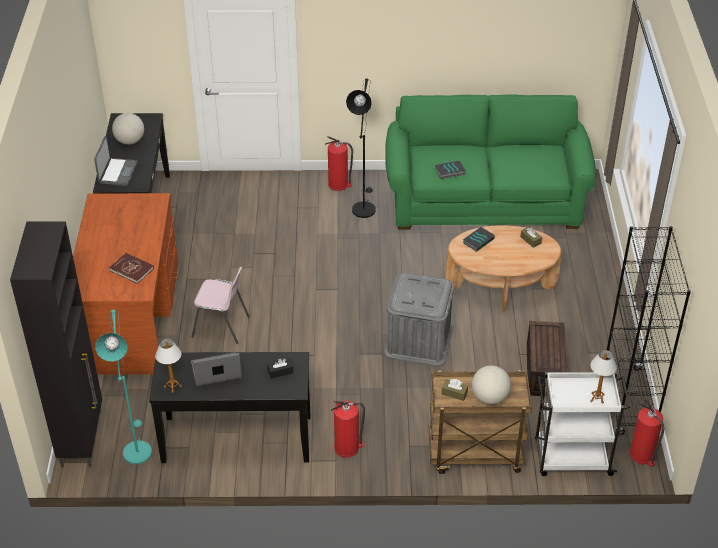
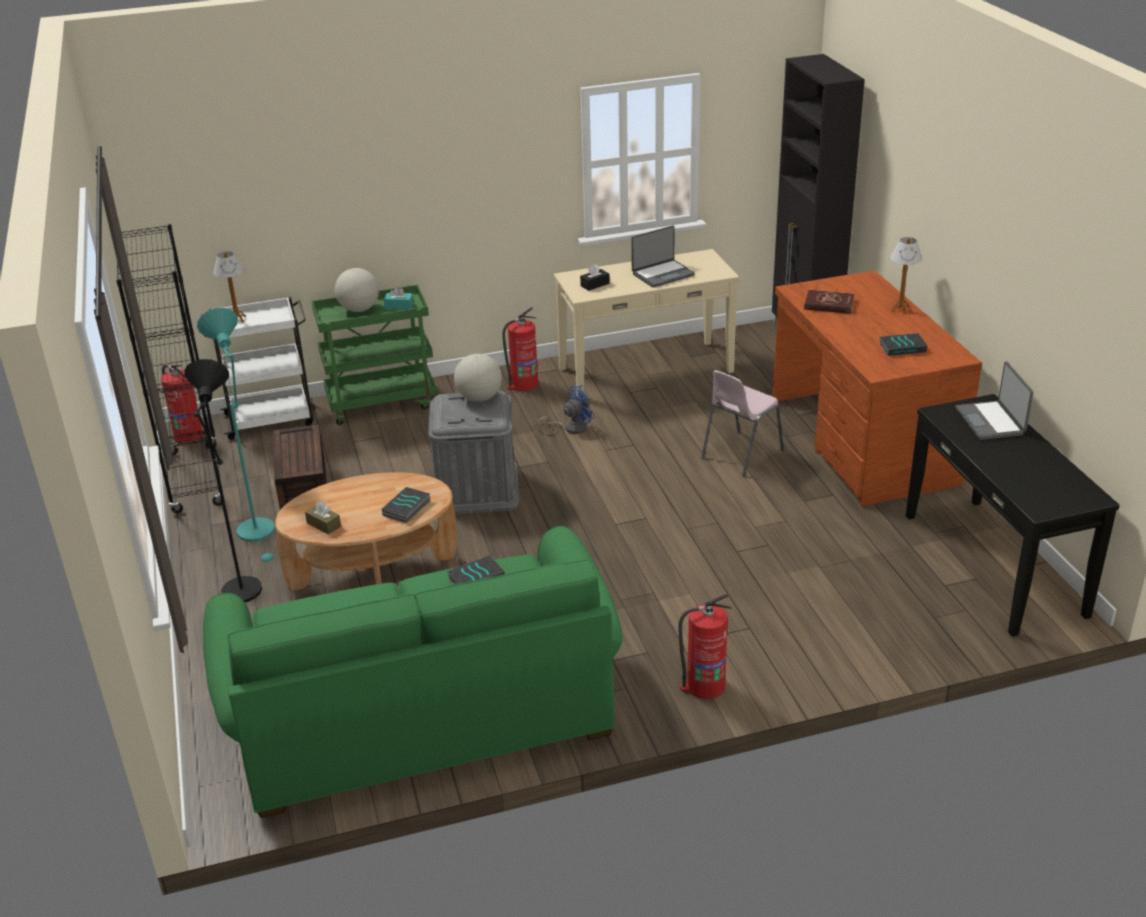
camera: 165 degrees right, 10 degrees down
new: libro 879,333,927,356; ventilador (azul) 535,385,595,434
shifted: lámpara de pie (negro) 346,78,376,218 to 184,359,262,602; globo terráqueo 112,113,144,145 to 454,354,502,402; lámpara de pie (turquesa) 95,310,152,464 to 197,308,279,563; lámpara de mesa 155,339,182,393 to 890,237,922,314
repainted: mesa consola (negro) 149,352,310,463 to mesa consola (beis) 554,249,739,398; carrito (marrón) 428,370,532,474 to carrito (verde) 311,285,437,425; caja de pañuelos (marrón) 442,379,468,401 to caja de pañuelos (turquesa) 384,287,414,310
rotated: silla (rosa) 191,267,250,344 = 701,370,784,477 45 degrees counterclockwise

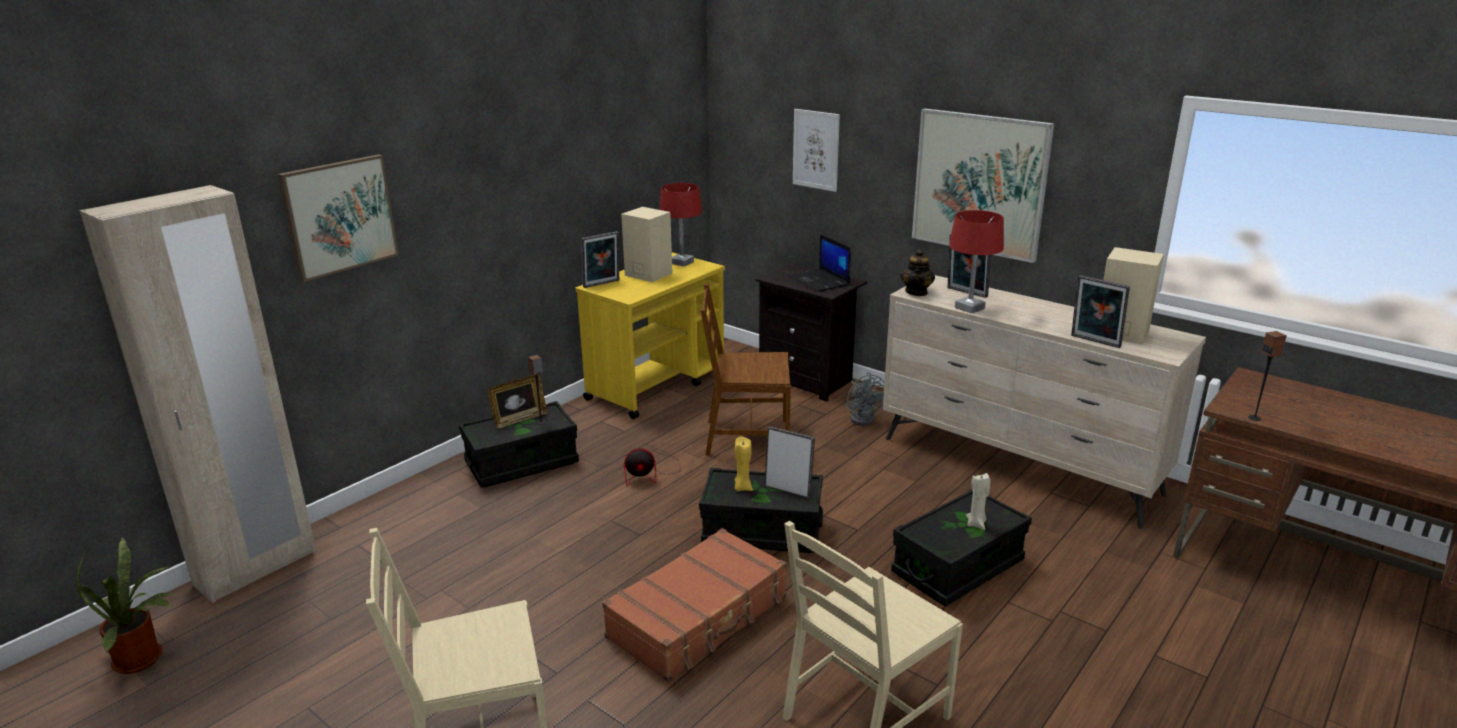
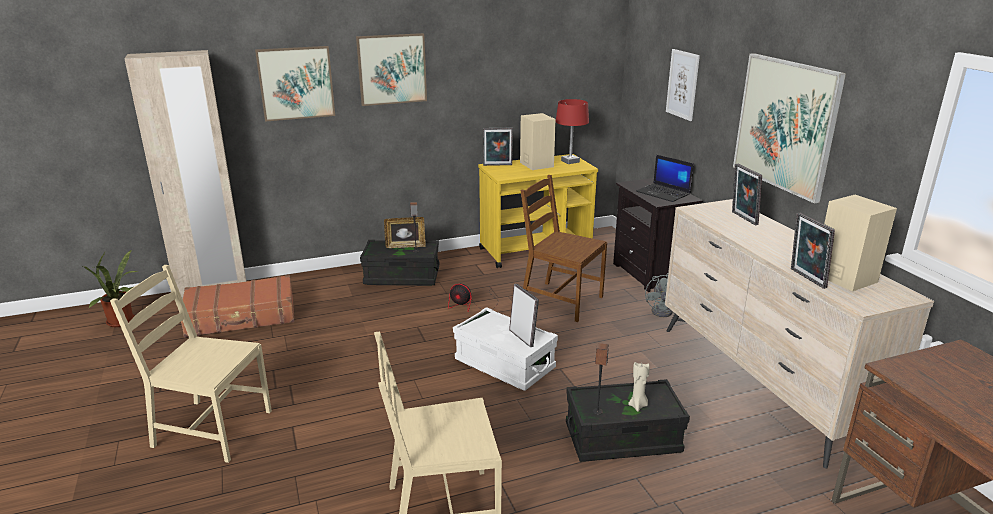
camera: 30 degrees right, 0 degrees up
gone: lámpara de mesa (rojo) 949,210,1004,314; tetera 901,249,935,296; vela (amarillo) 735,437,753,491
new: cuadro 356,33,427,106
shifted: altavoz 1248,331,1287,421 to 593,343,609,415; maleta (marrón) 602,528,786,682 to 181,275,295,337
repainted: caja de almacenaje (negro) 699,468,823,553 to caja de almacenaje (blanco) 453,307,558,391
rotated: portátil 789,234,851,292 = 636,155,694,202 45 degrees counterclockwise

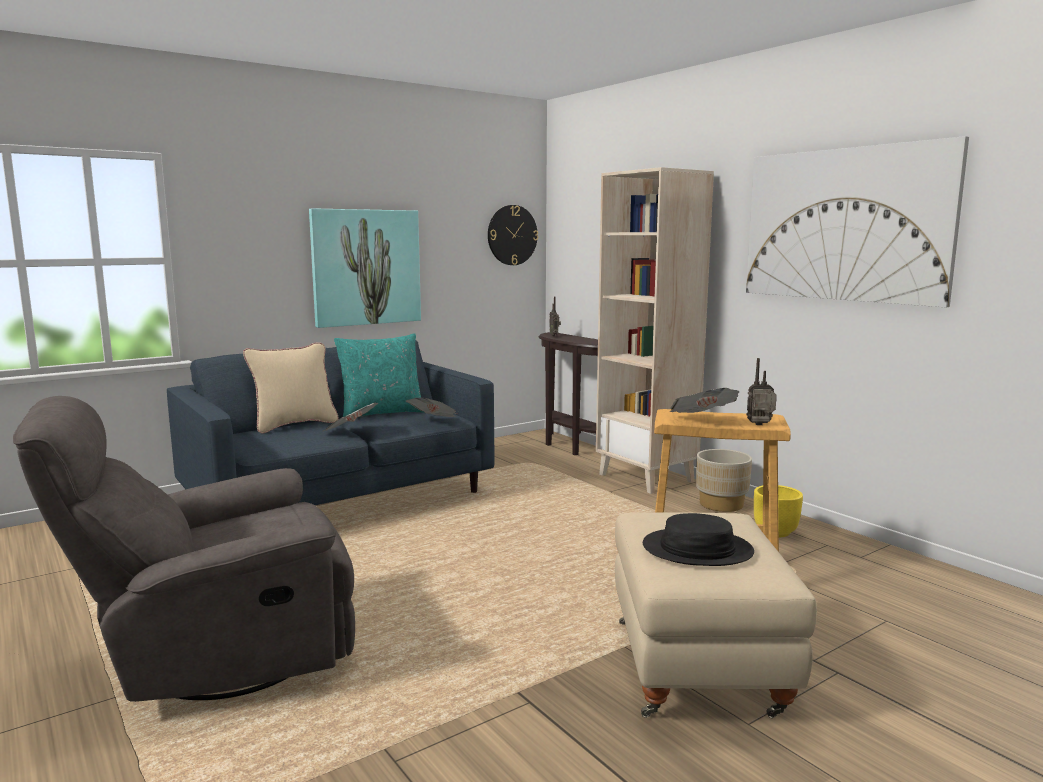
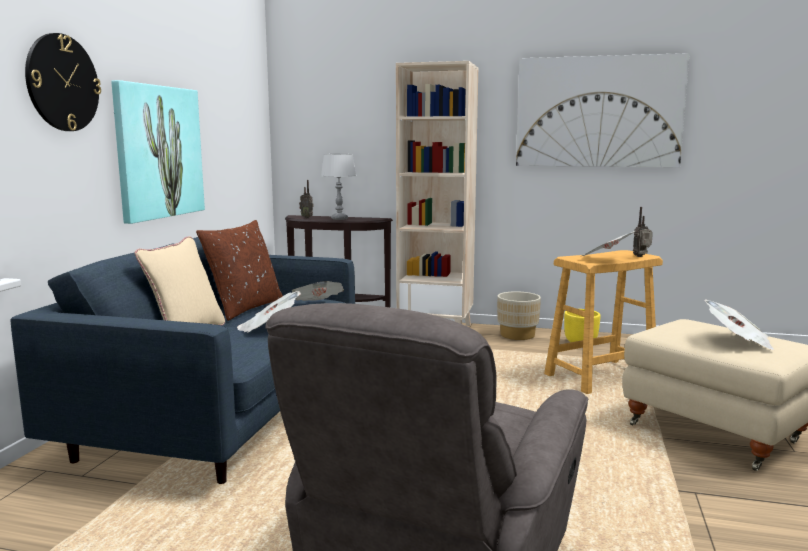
camera: 40 degrees left, 0 degrees up
new: lámpara de mesa (gris) 321,154,357,220
shifted: reloj de pared 488,205,538,265 to 25,33,101,131
swapped: sombrero (negro) 643,513,754,566 to periódico 704,299,774,350
repainted: cojín (turquesa) 334,333,425,417 to cojín (marrón) 196,220,283,321

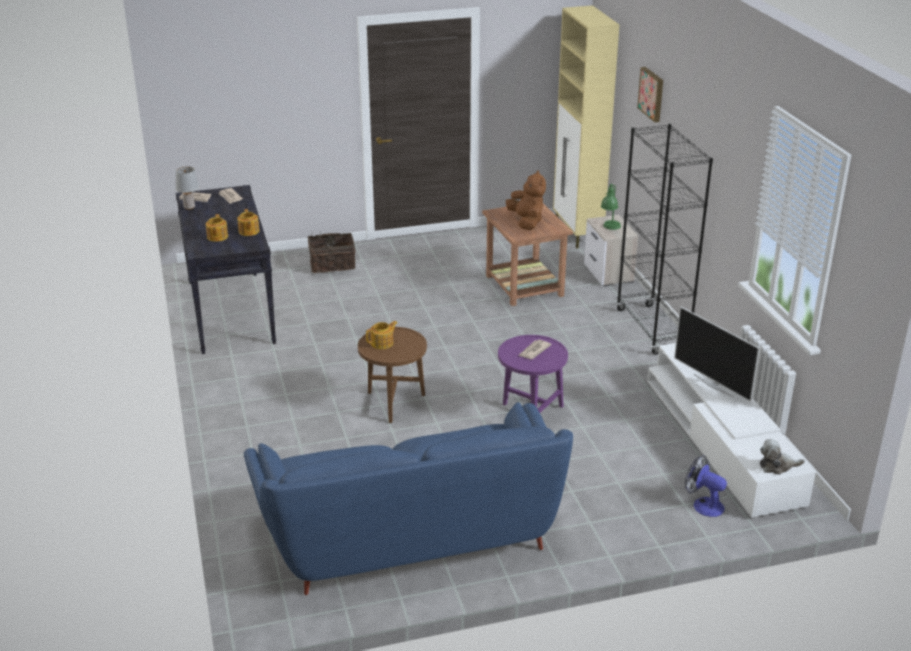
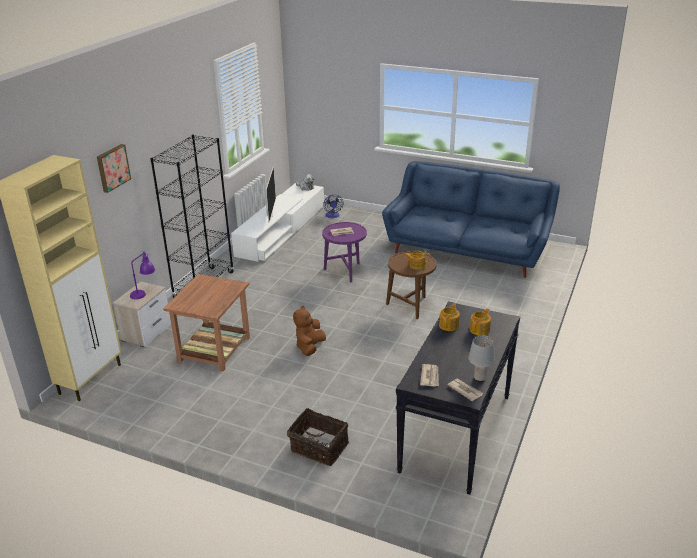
camera: 140 degrees left, 0 degrees up
shifted: peluche (marrón) 506,170,546,230 to 293,306,326,356
repainted: lámpara de mesa (verde) 601,184,621,230 to lámpara de mesa (morado) 130,252,155,299

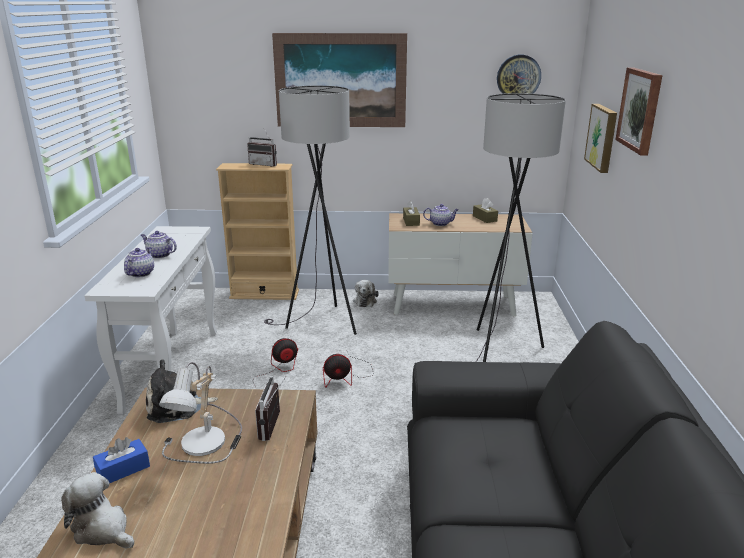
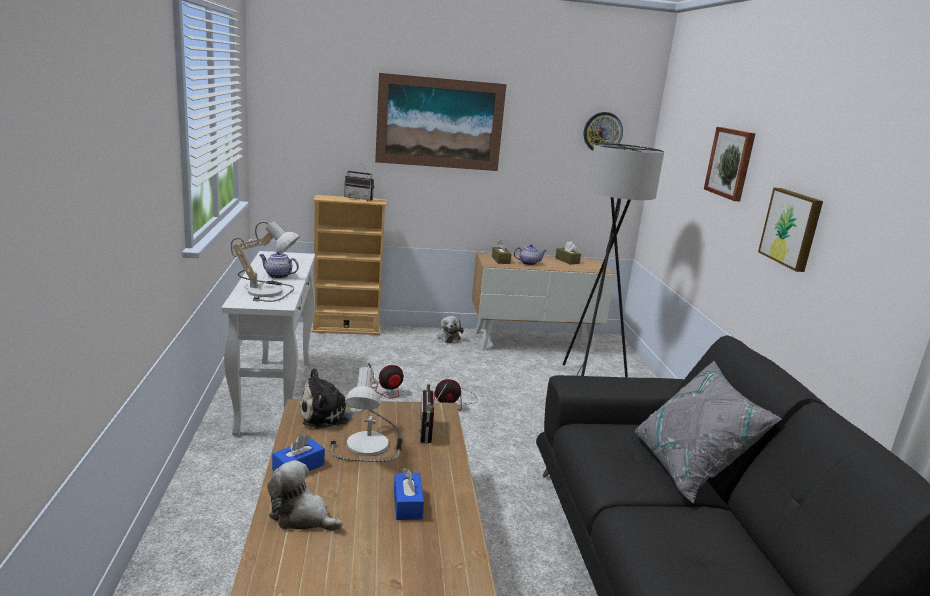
camera: 10 degrees left, 5 degrees down
gone: lámpara de pie (gris) 264,86,357,335
new: cojín (gris) 635,361,782,503; caja de pañuelos (azul) 394,468,424,520
shifted: cuadro 584,104,617,173 to 758,188,823,272
swapped: tetera 124,247,154,277 to lámpara de mesa 231,221,300,302

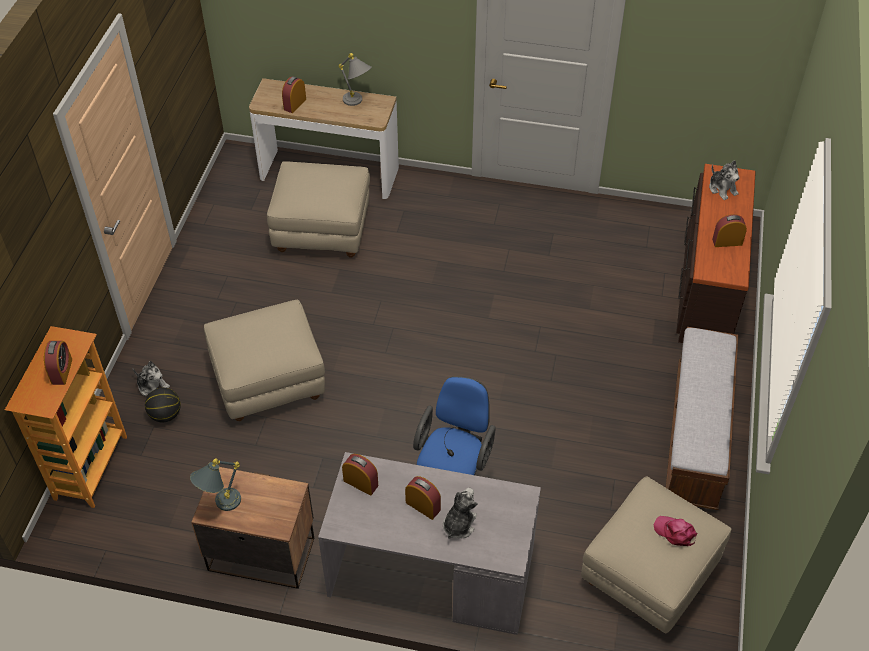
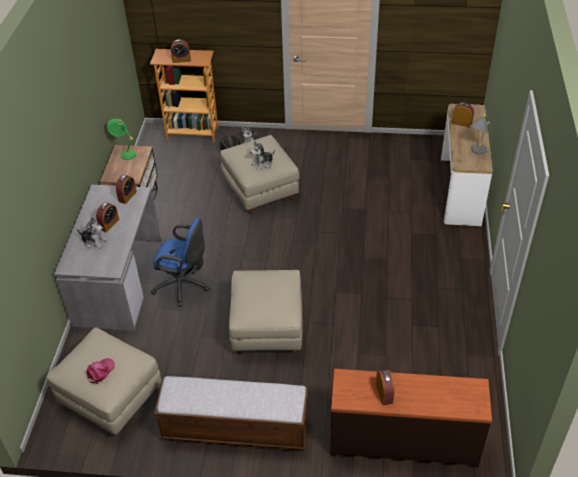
camera: 85 degrees right, 5 degrees down
shifted: peluche 709,160,740,200 to 250,141,275,171; puf (beis) 267,161,370,258 to 229,270,302,354
repainted: lámpara de mesa (gris) 190,458,241,511 to lámpara de mesa (verde) 107,119,136,160

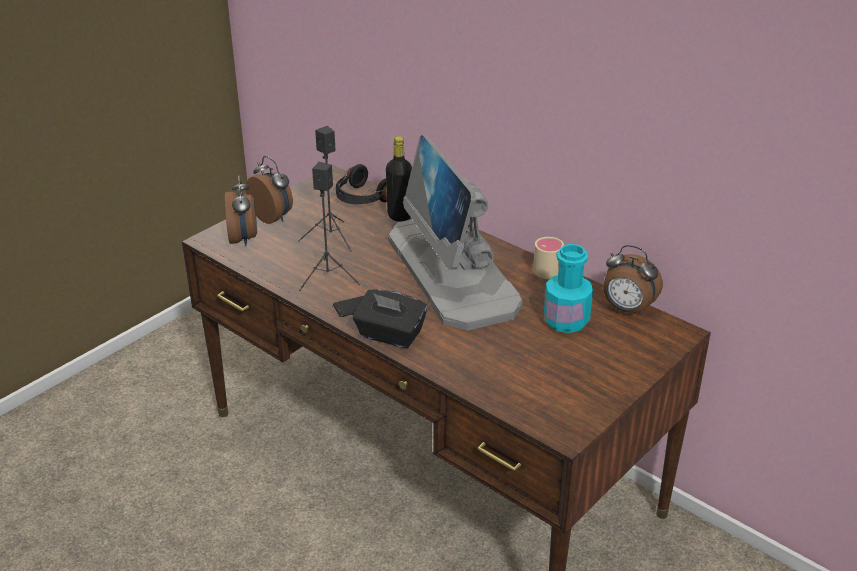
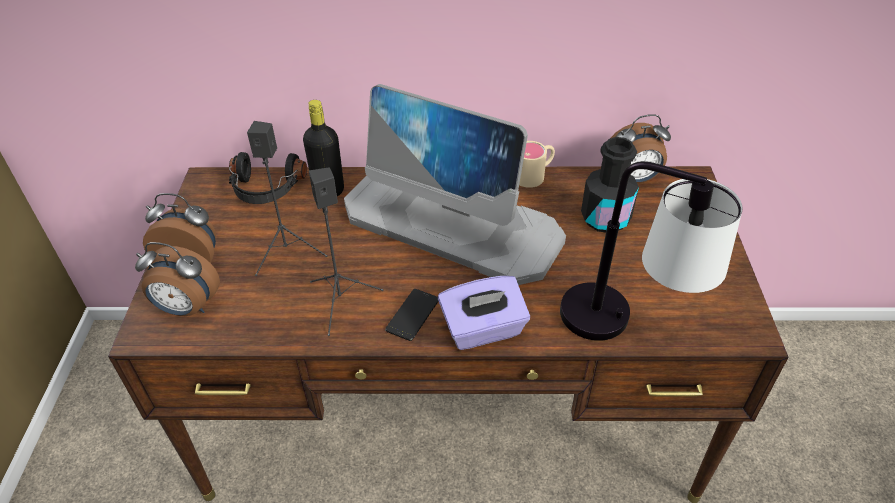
camera: 40 degrees left, 10 degrees up
new: lámpara de mesa 560,161,743,341
repainted: botella (turquesa) 544,244,593,333 to botella (negro) 581,137,639,232; caja de pañuelos (negro) 353,289,427,348 to caja de pañuelos (morado) 438,276,530,350
rotated: despertador 225,176,257,246 = 135,242,220,316 150 degrees clockwise

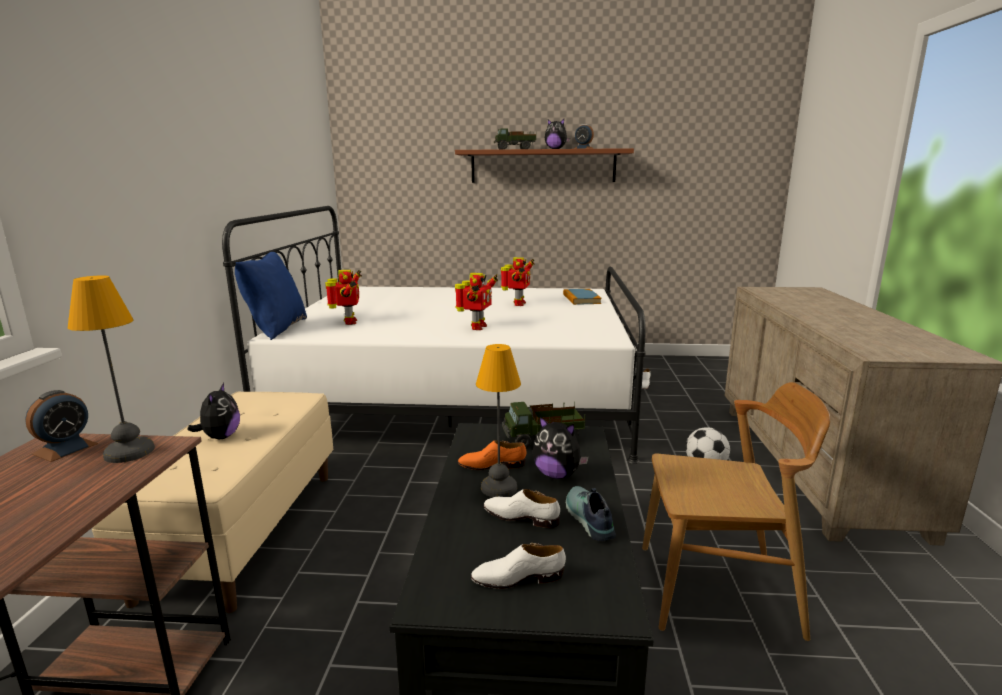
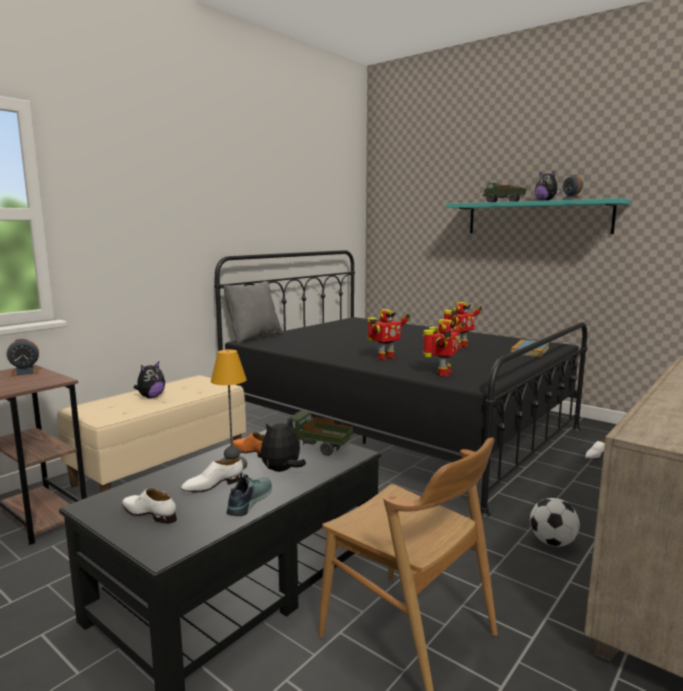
camera: 35 degrees right, 5 degrees down
gone: lámpara de mesa 68,275,155,463
shifted: robot de juguete 325,270,362,325 to 423,319,465,377
repainted: estante (marrón) 455,148,634,183 to estante (turquesa) 446,198,631,234; cama (blanco) 222,206,646,464 to cama (negro) 214,250,587,517; cojín (azul) 235,252,307,340 to cojín (gris) 223,281,283,344
rotated: peluche 532,417,589,479 = 261,417,306,472 75 degrees clockwise; zapato (blanco) 484,489,560,528 = 181,458,243,493 90 degrees counterclockwise

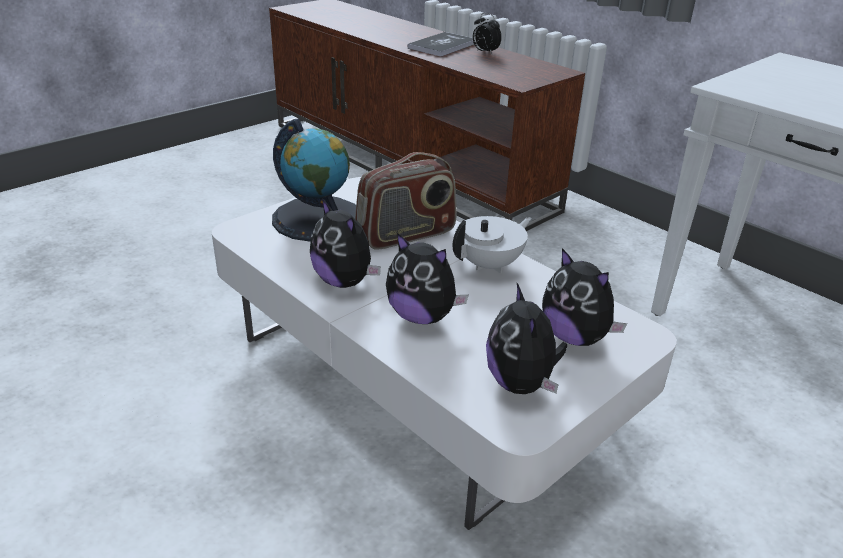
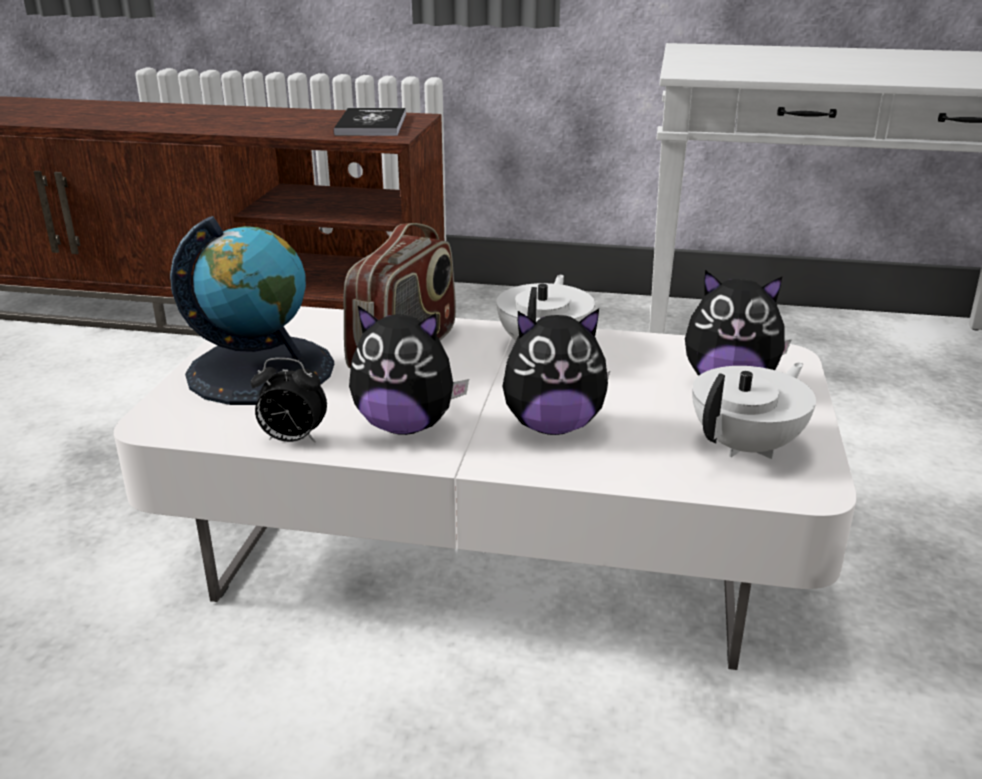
camera: 35 degrees left, 5 degrees down
shifted: despertador 473,13,502,54 to 251,358,327,443; libro 408,32,474,57 to 334,108,406,136
swapped: peluche 486,283,567,394 to tetera (blanco) 692,363,816,459

